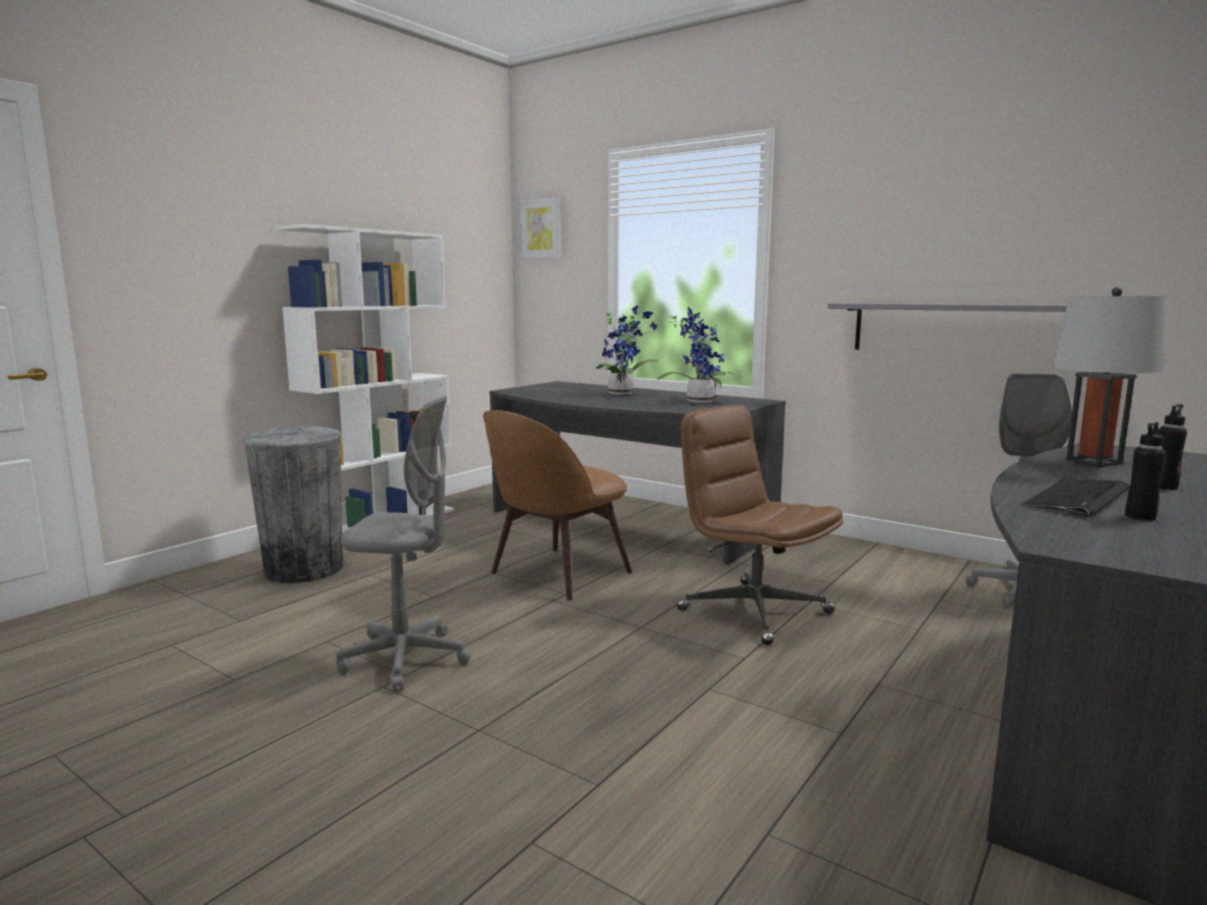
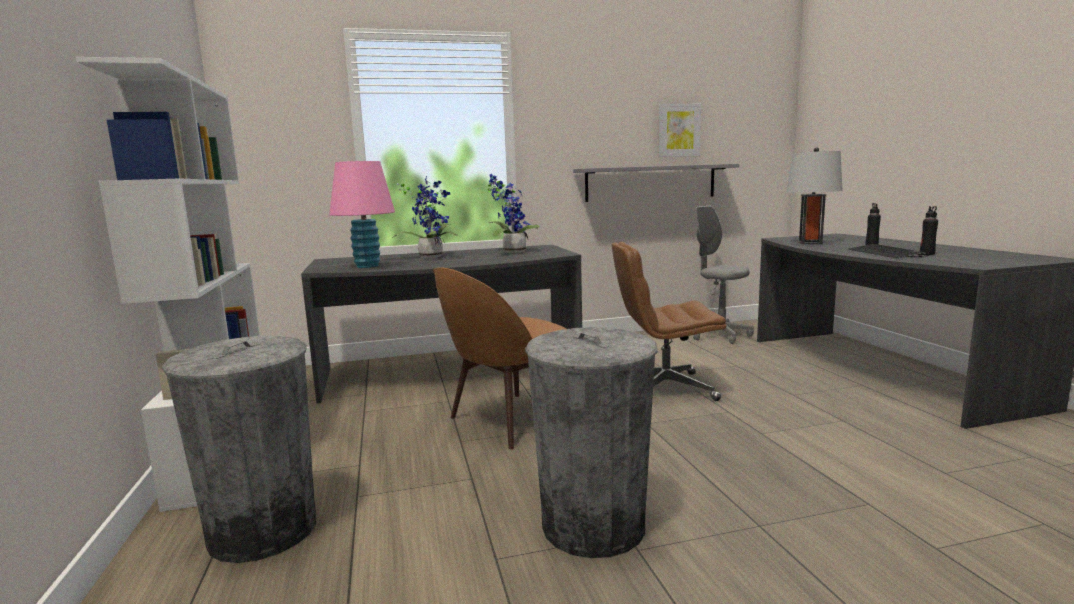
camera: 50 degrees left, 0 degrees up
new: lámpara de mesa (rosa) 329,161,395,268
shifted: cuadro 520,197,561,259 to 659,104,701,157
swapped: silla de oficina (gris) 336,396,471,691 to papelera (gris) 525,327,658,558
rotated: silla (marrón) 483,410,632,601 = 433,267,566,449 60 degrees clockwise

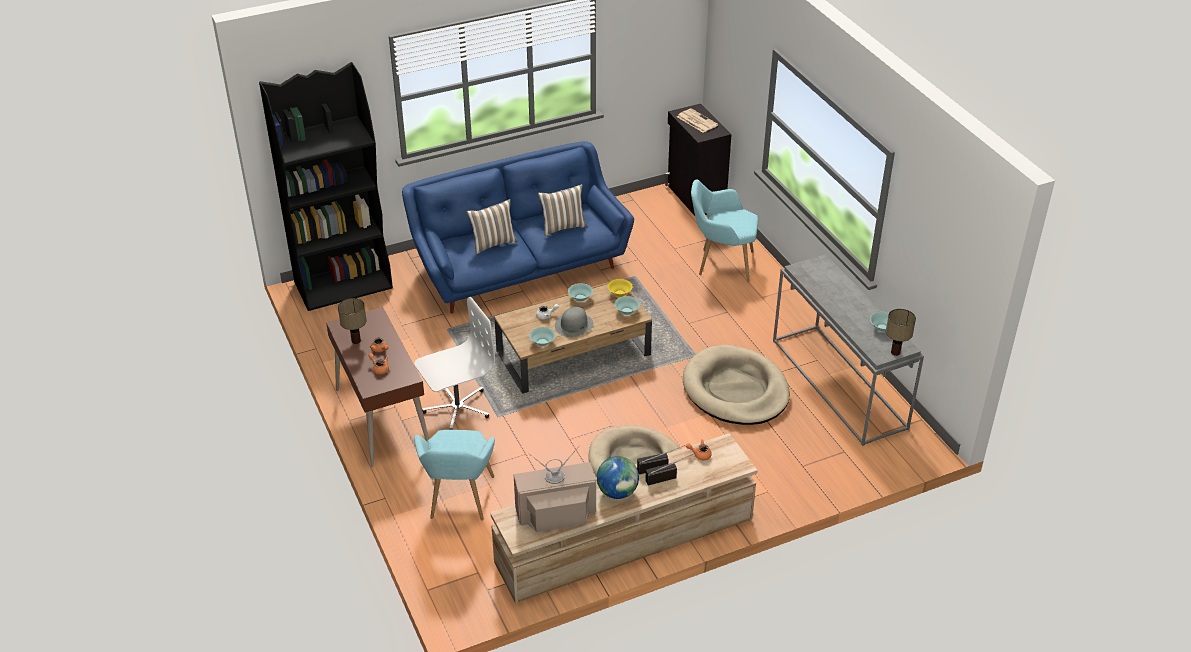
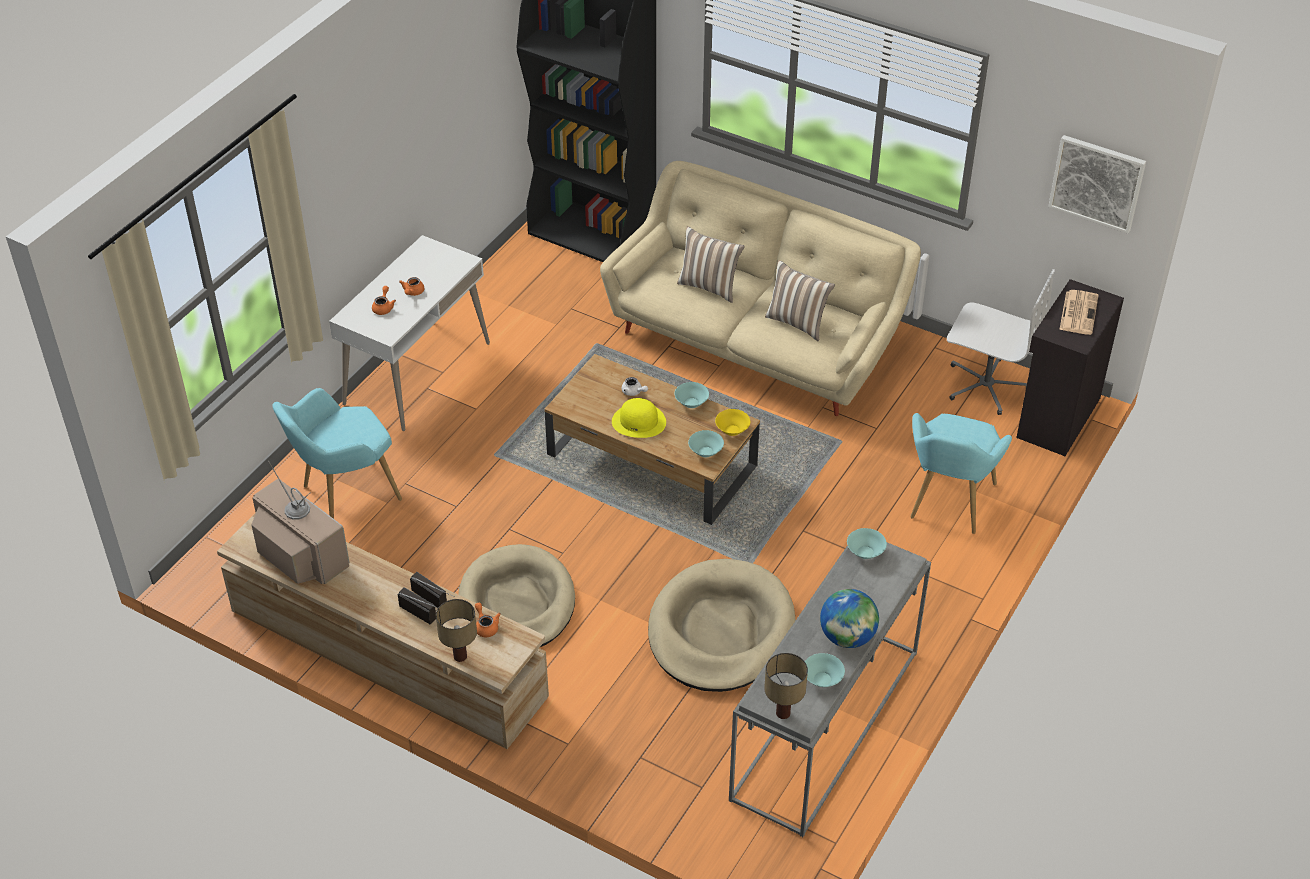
camera: 55 degrees right, 5 degrees up
new: cuadro 1048,135,1146,234
shifted: silla de oficina (blanco) 414,297,495,430 to 947,269,1055,415; lámpara de mesa 338,298,367,344 to 436,599,477,662; cuenco (turquesa) 529,327,555,346 to 847,528,887,559; globo terráqueo 597,456,639,499 to 820,589,879,648
repainted: sofá (azul) 402,141,634,314 to sofá (beis) 600,161,921,416; escritorio (marrón) 326,307,429,467 to escritorio (blanco) 329,235,490,431; sombrero (gris) 555,307,593,337 to sombrero (amarillo) 612,398,666,438
rotated: sillón (turquesa) 691,179,758,282 = 910,413,1012,534 135 degrees counterclockwise

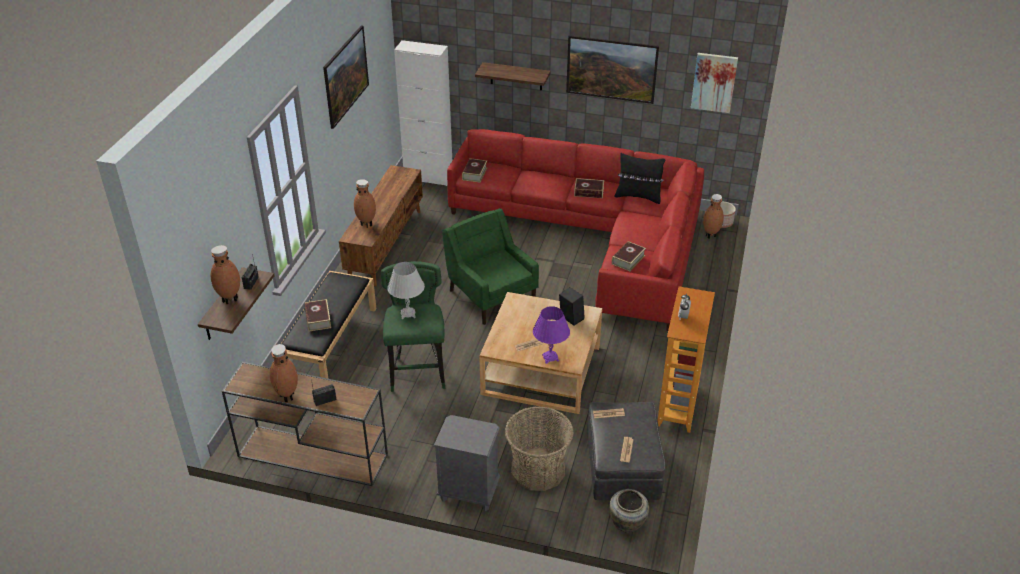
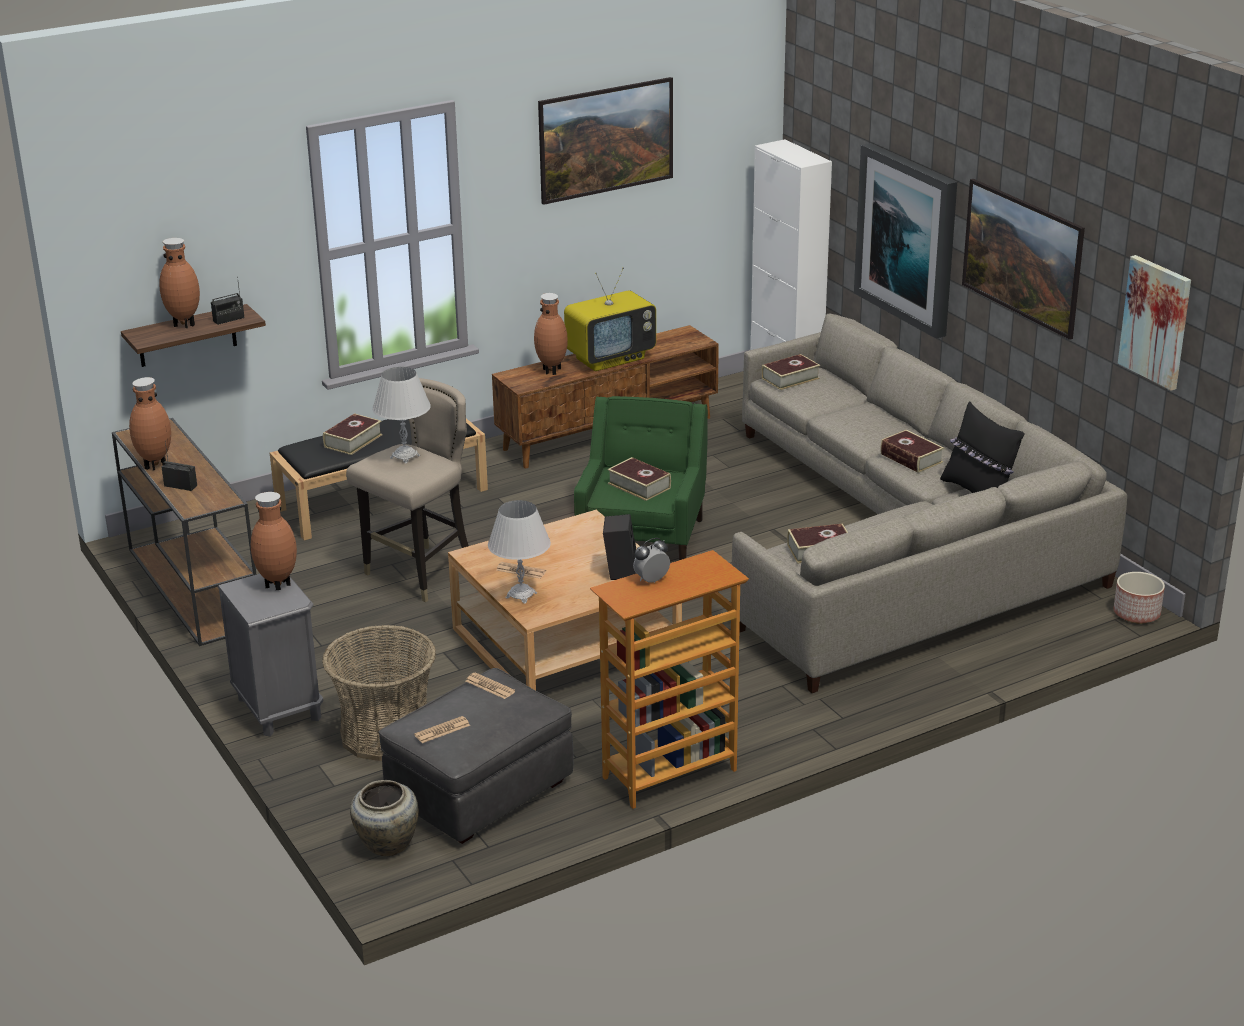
camera: 45 degrees right, 10 degrees down
new: televisor 564,267,656,371; libro 607,457,671,501
shifted: florero (marrón) 703,194,724,239 to 251,492,297,590
swapped: estante 475,62,551,90 to cuadro 854,143,957,339
repainted: sofá (rojo) 447,129,704,331 to sofá (gris) 732,314,1127,693; taburete (verde) 381,261,445,392 to taburete (beis) 346,378,469,602; lámpara de mesa (morado) 533,306,570,364 to lámpara de mesa (blanco) 488,500,551,604

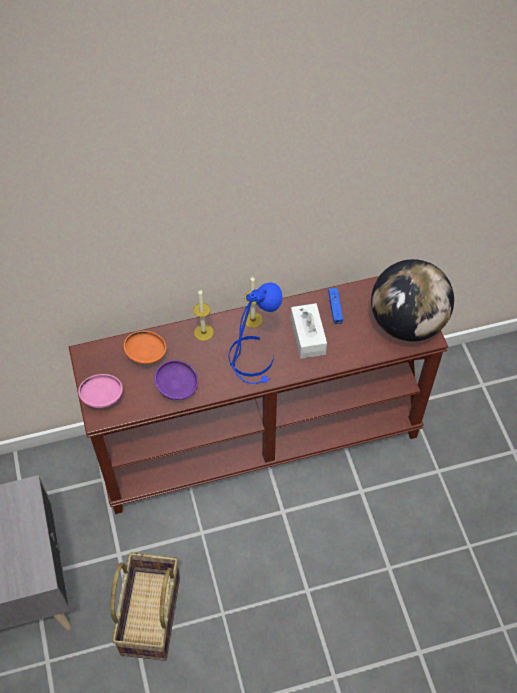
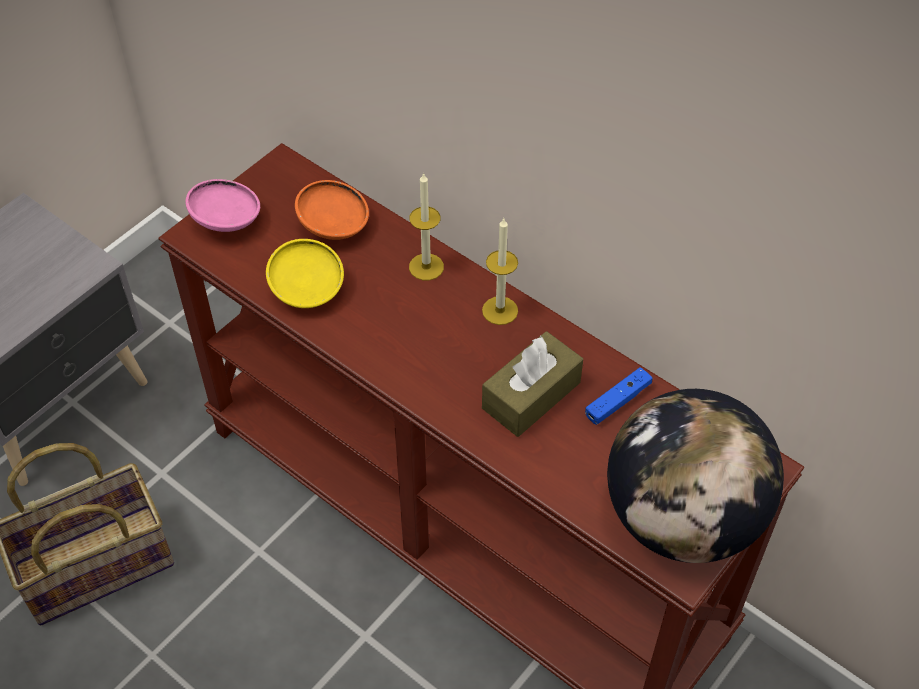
camera: 55 degrees right, 5 degrees down
gone: lámpara de mesa (azul) 228,283,283,384
repainted: caja de pañuelos (blanco) 291,303,327,358 to caja de pañuelos (marrón) 482,331,583,437; cuenco (morado) 154,360,198,400 to cuenco (amarillo) 266,239,344,308

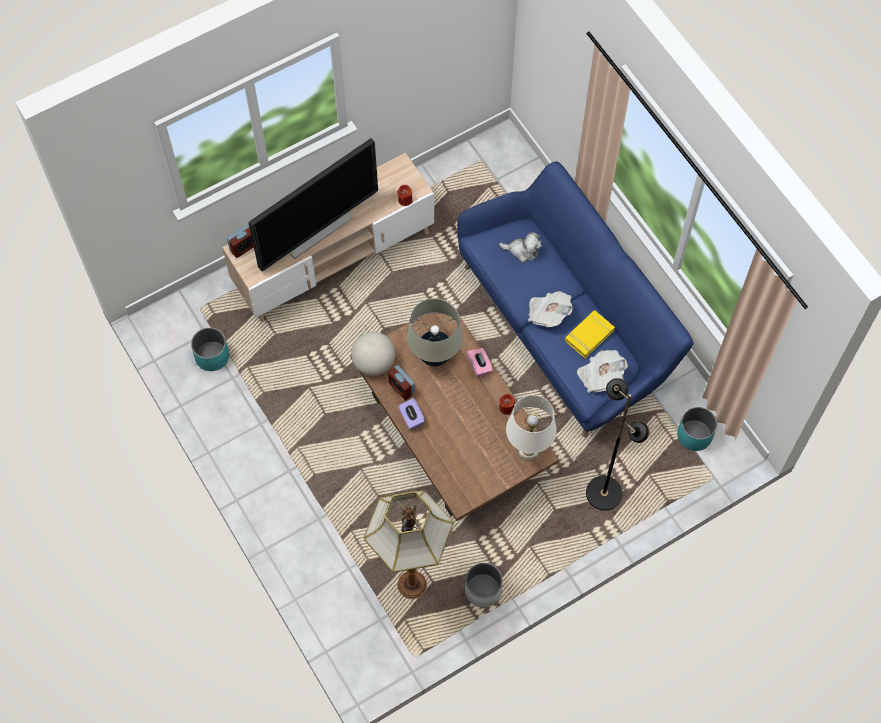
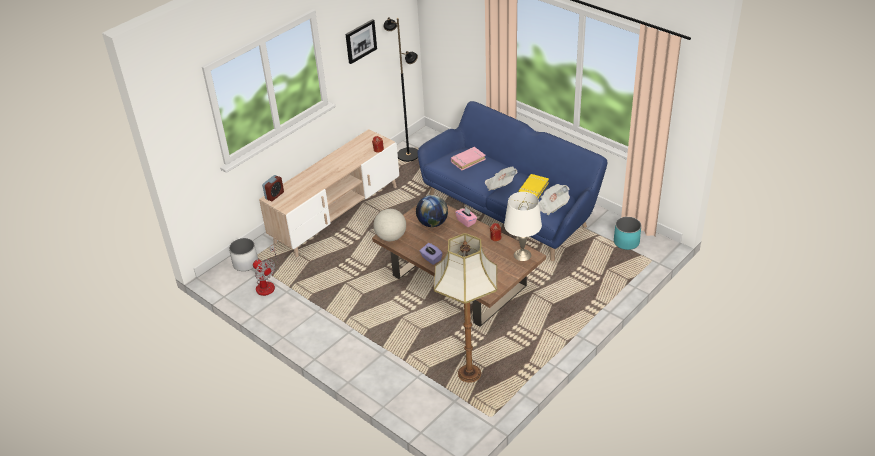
camera: 15 degrees left, 25 degrees down
gone: televisor 249,138,378,271; despertador 388,365,415,400
new: cuadro 346,19,377,64
shifted: lámpara de pie (negro) 586,378,649,511 to 384,17,418,162; maceta (blanco) 465,563,503,608 to 229,238,258,271
swapped: peluche 499,232,542,263 to libro (rosa) 451,147,486,170; lámpara de mesa (beis) 407,298,463,366 to globo terráqueo 416,195,448,227; maceta (turquesa) 191,327,229,371 to ventilador 253,245,278,296

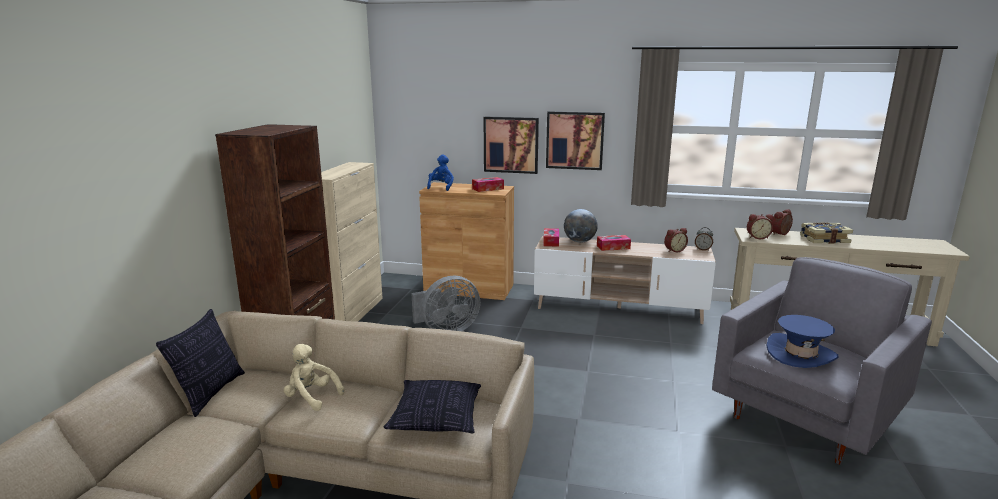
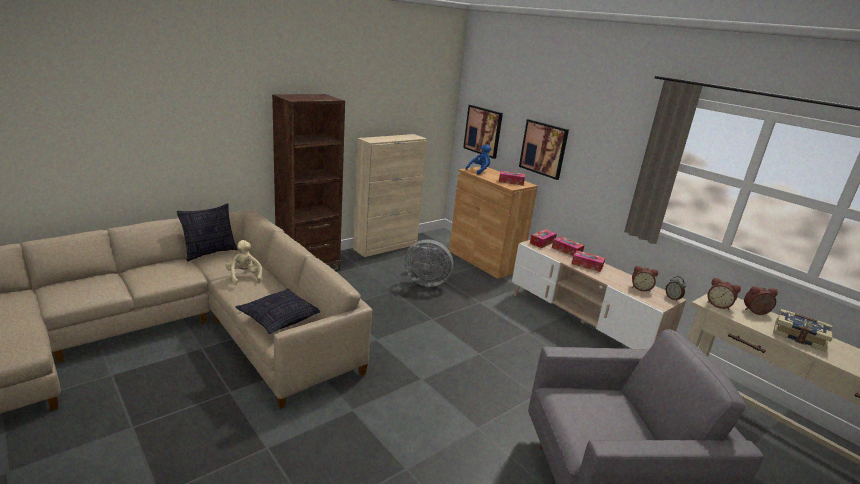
camera: 35 degrees right, 5 degrees up
gone: sombrero (azul) 766,315,839,368
shifted: cuadro 546,111,605,170 to 463,105,503,159
swapped: globo terráqueo 564,209,598,243 to caja de pañuelos 552,236,584,256

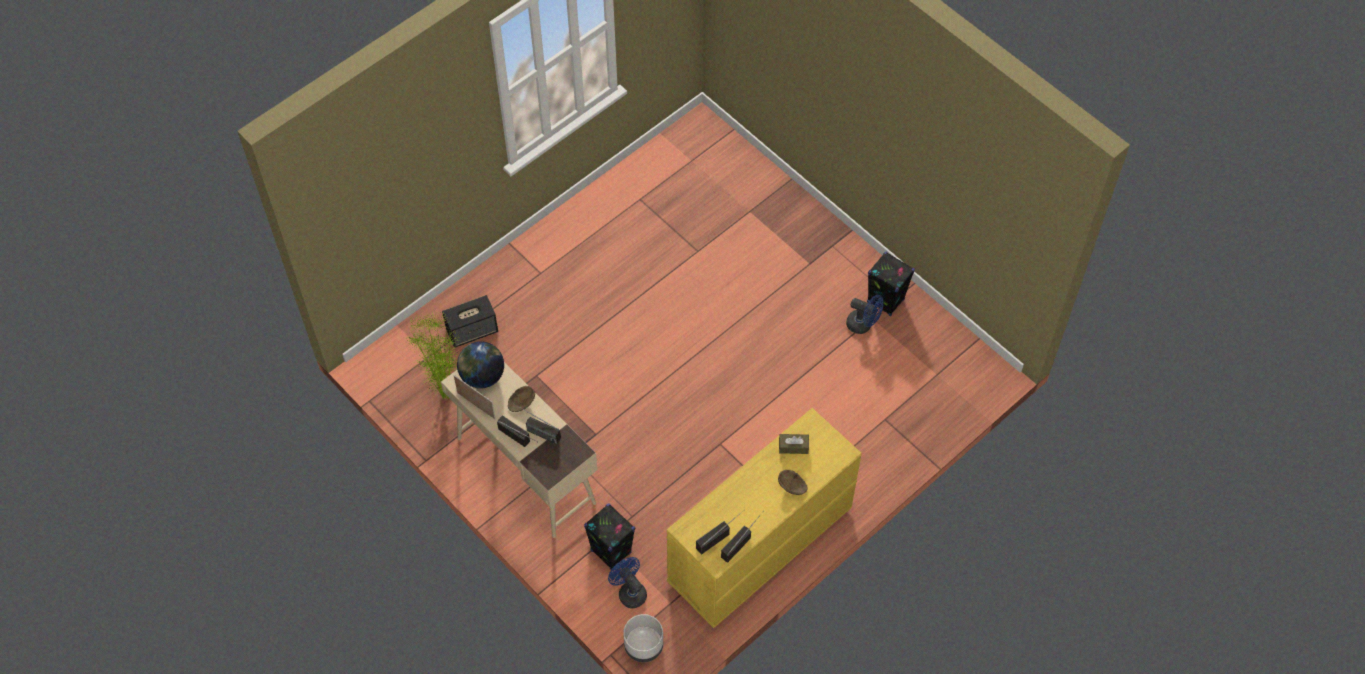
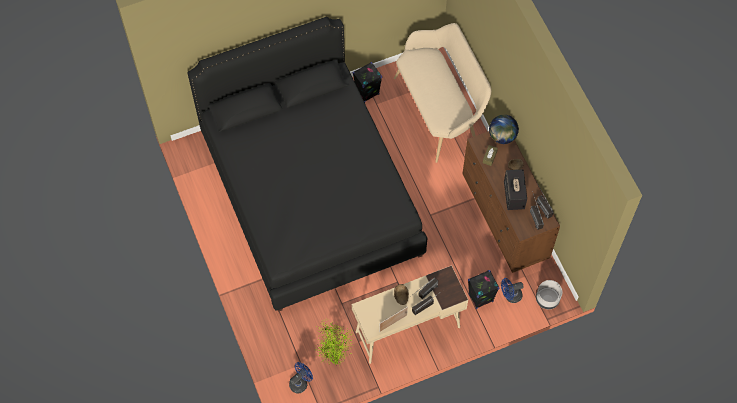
camera: 70 degrees left, 5 degrees up
new: cama (negro) 187,17,427,312; banco (beis) 394,23,491,163
shifted: altavoz 442,295,498,348 to 504,169,527,210; ventilador (azul) 846,295,883,334 to 289,362,313,394; globo terráqueo 457,341,504,389 to 489,115,519,144
repainted: cómoda (amarillo) 667,408,862,628 to cómoda (marrón) 462,131,560,273

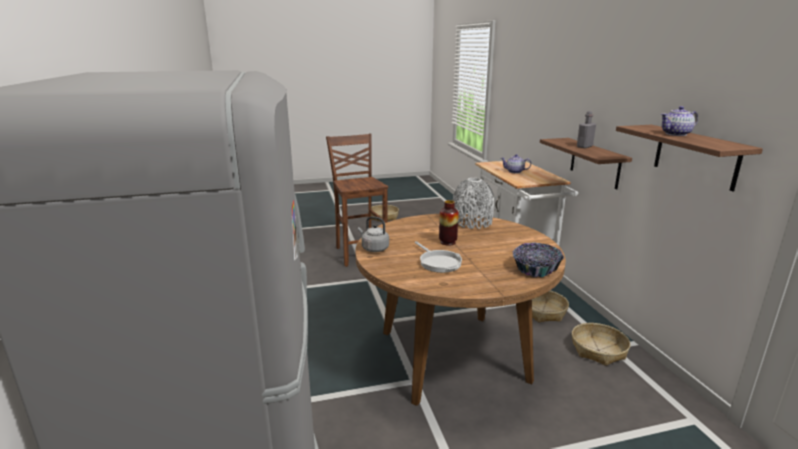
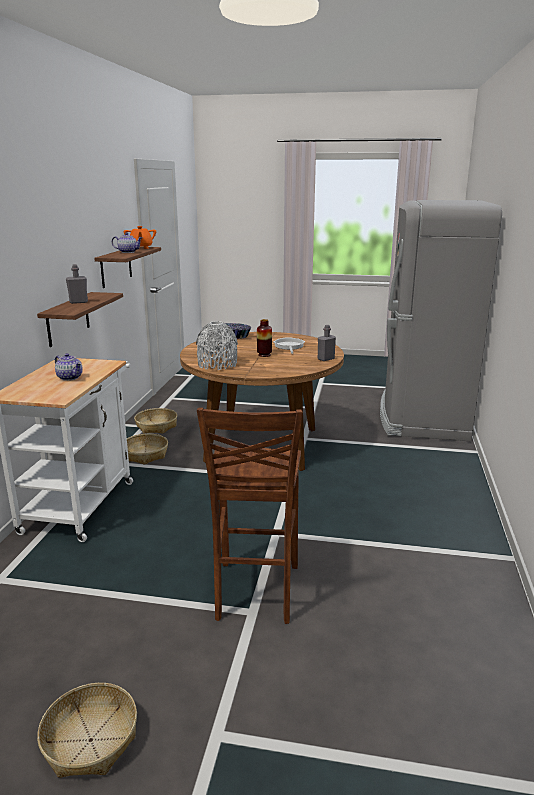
camera: 155 degrees left, 0 degrees up
new: tetera (naranja) 124,226,156,249
swapped: hervidor (gris) 358,216,389,252 to botella (gris) 318,325,336,361

